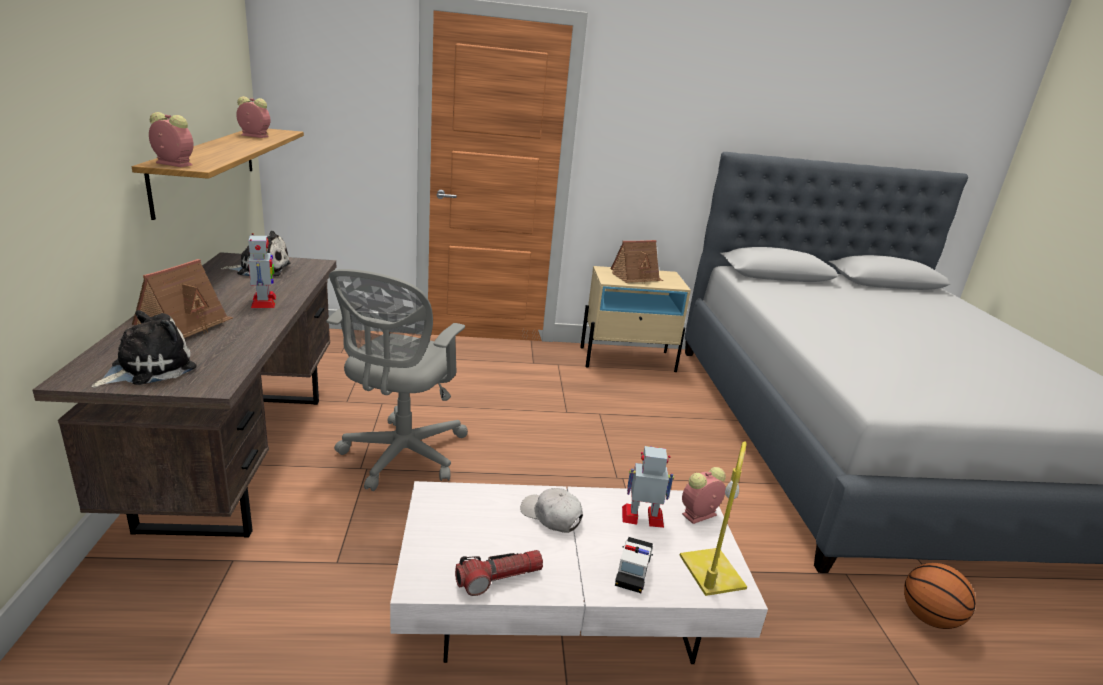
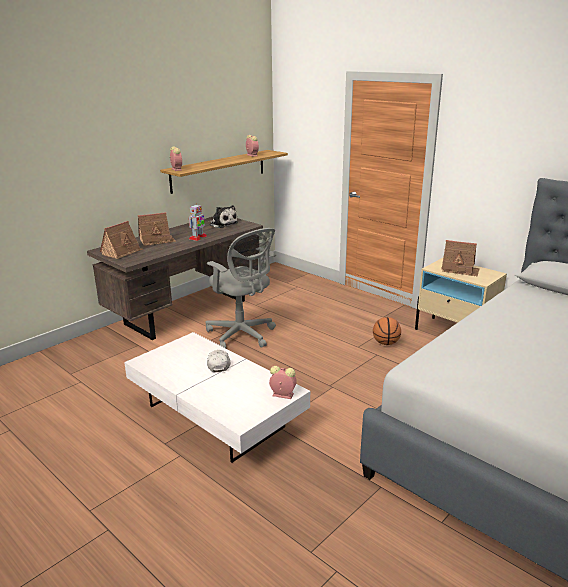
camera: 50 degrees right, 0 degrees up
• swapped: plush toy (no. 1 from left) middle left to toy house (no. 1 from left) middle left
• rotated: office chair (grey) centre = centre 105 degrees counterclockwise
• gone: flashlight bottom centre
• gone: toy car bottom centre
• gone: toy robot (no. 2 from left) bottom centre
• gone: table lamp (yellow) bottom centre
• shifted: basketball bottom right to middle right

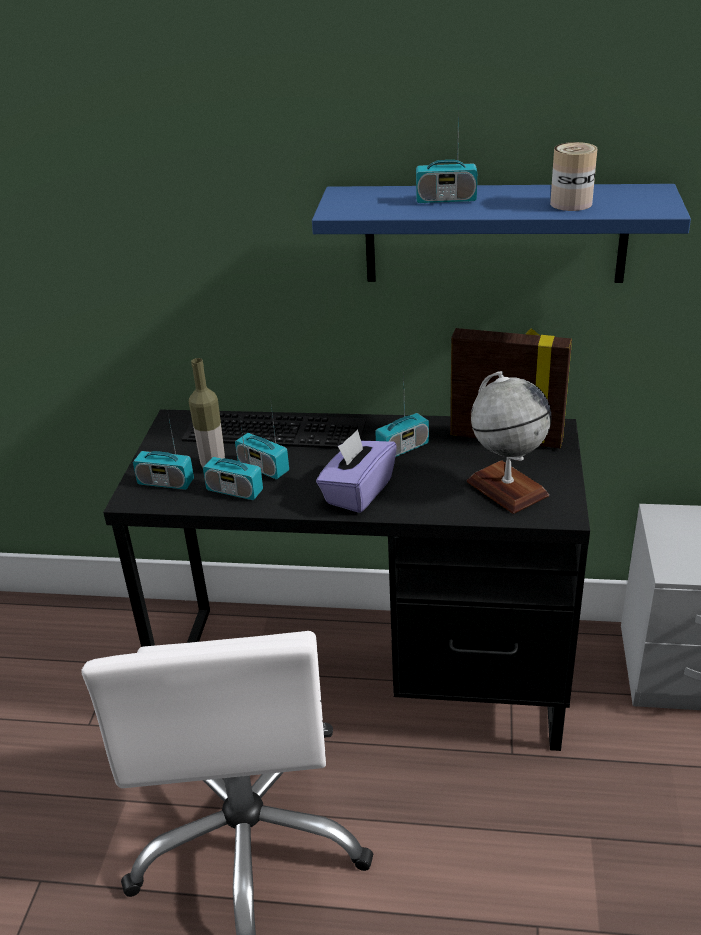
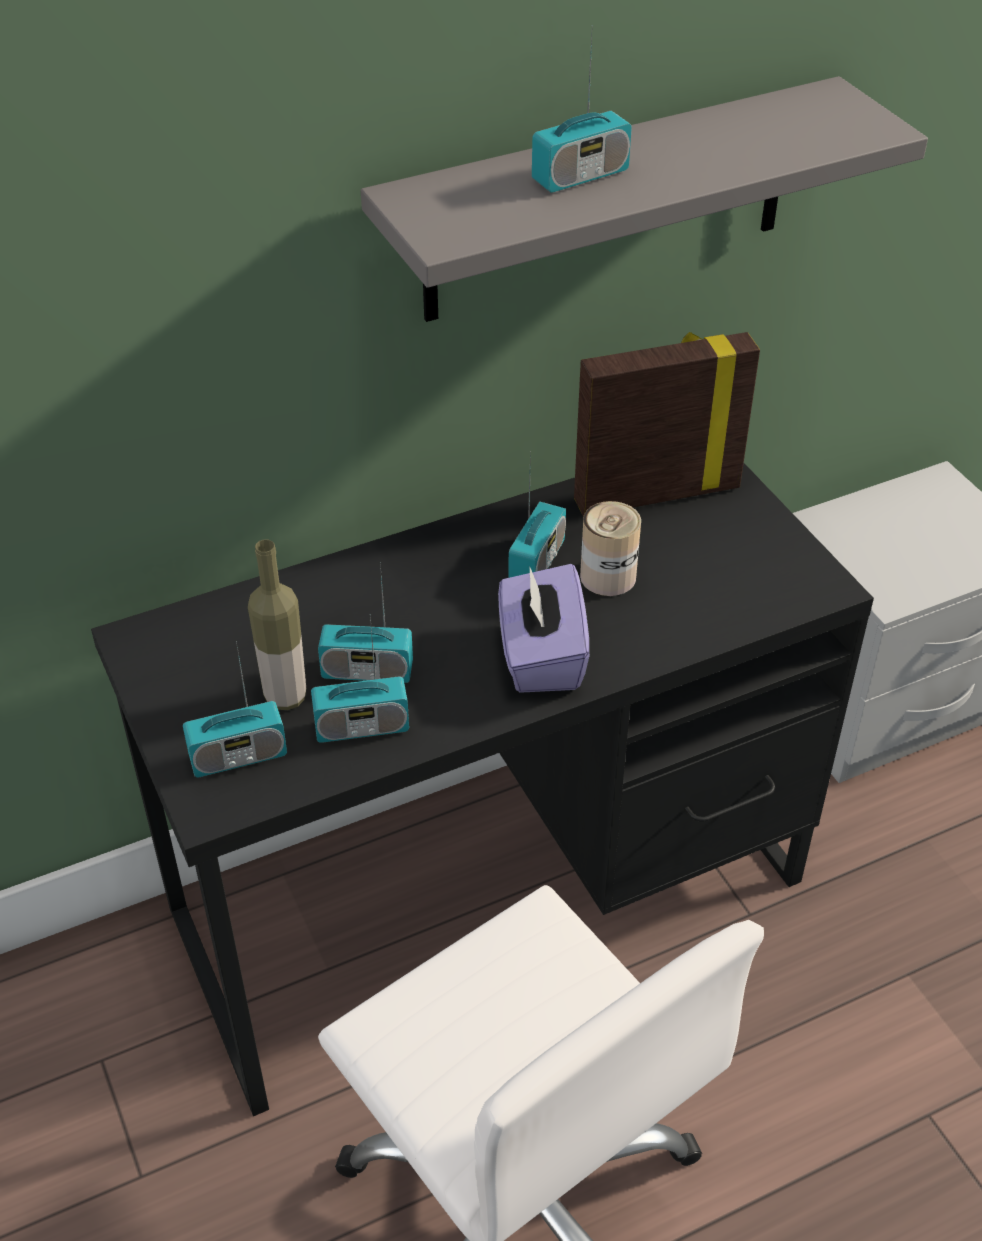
camera: 35 degrees left, 10 degrees up
• gone: keyboard centre
• repainted: shelf (blue) top right to shelf (grey) top centre
• gone: globe middle right
• shifted: can top right to centre

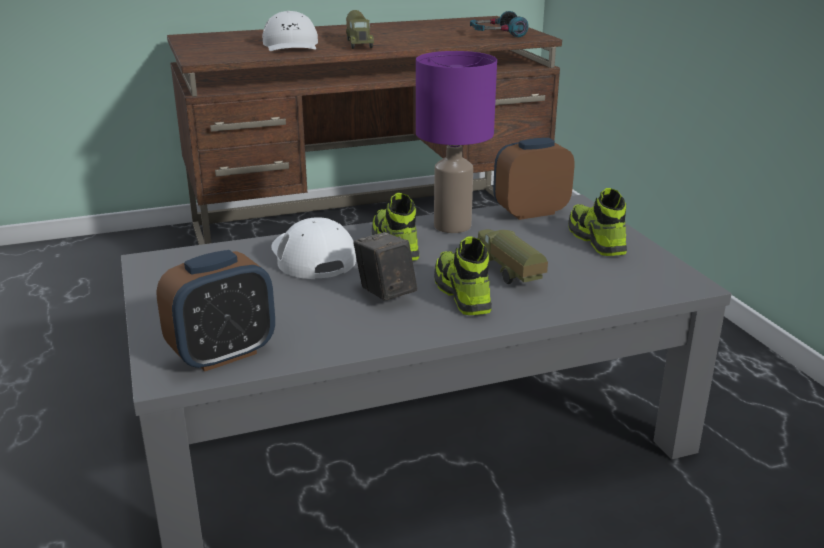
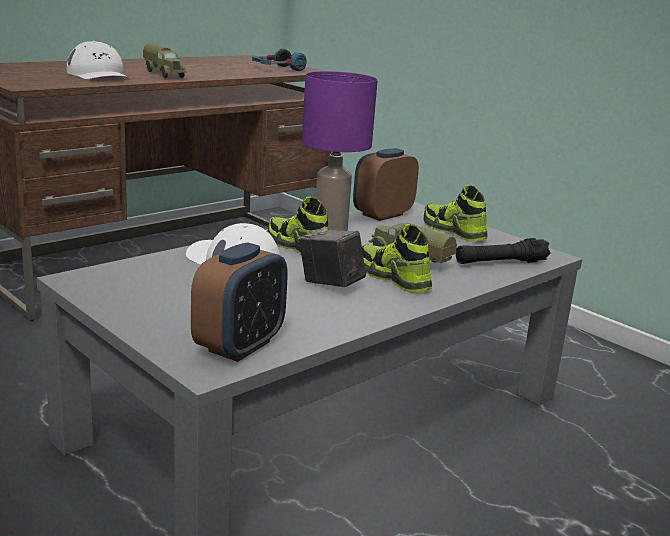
camera: 25 degrees left, 5 degrees down
• new: flashlight (black) middle right

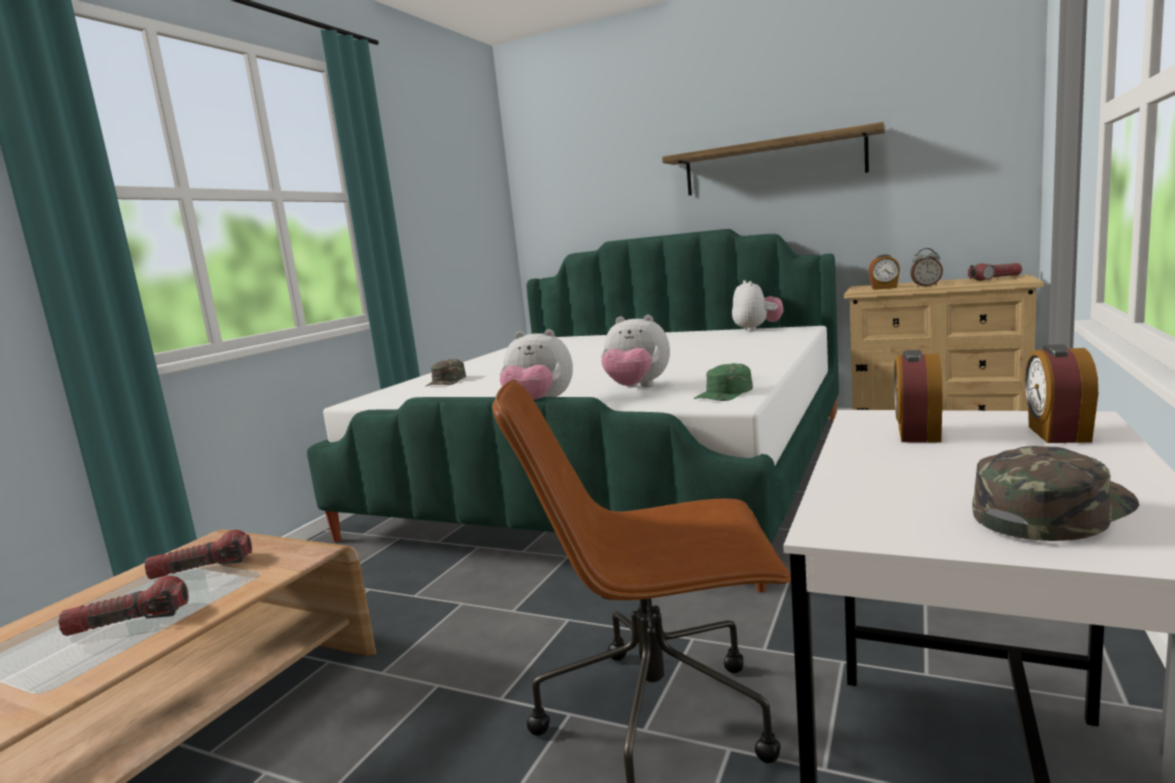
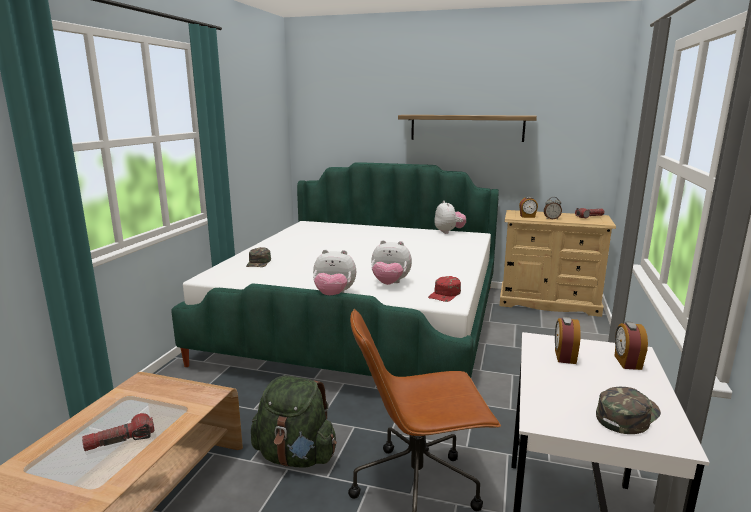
camera: 10 degrees left, 5 degrees up
• gone: flashlight (no. 2 from left) bottom left
• repainted: cap (green) (no. 2 from left) centre to cap (red) centre
• new: backpack (green) bottom centre

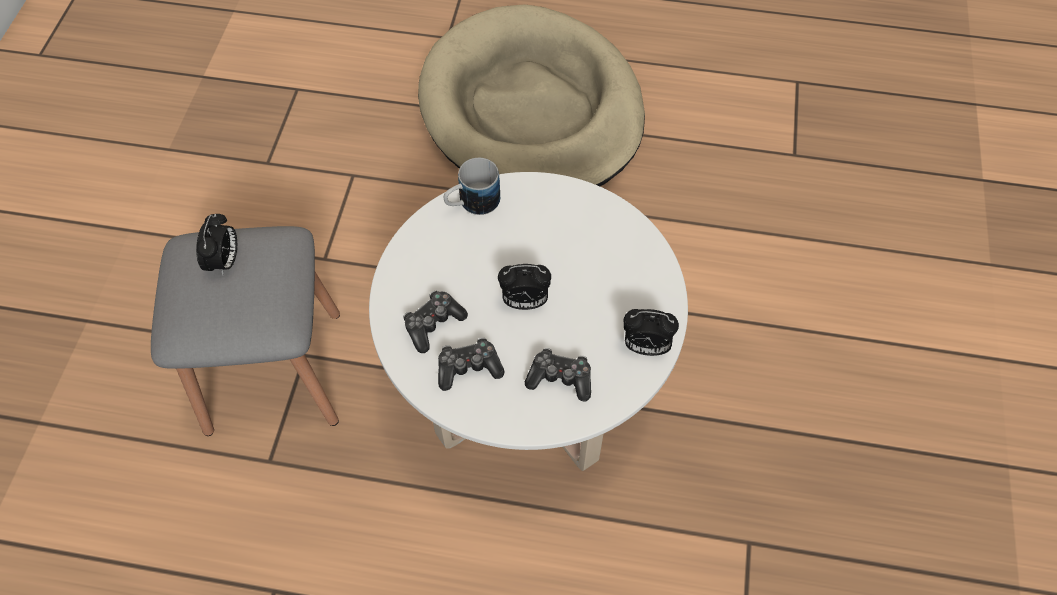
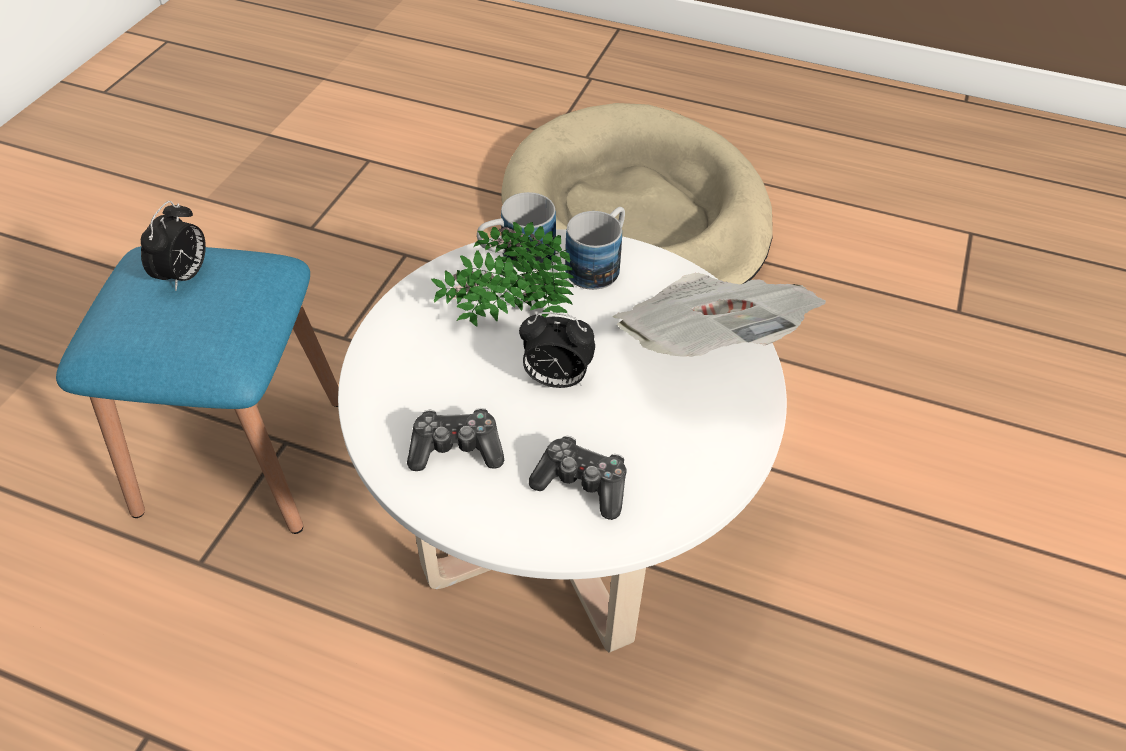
camera: 10 degrees right, 10 degrees down
• repainted: stool (grey) middle left to stool (blue) middle left
• gone: game controller (no. 1 from left) centre
• gone: alarm clock (no. 3 from left) centre
• new: potted plant centre
• new: mug (no. 2 from left) top centre
• new: newspaper centre

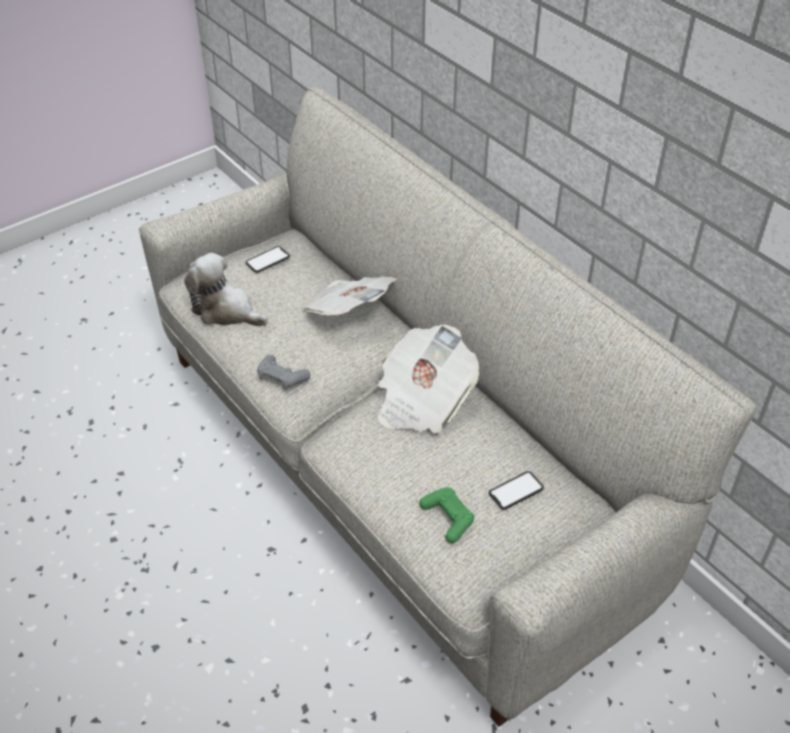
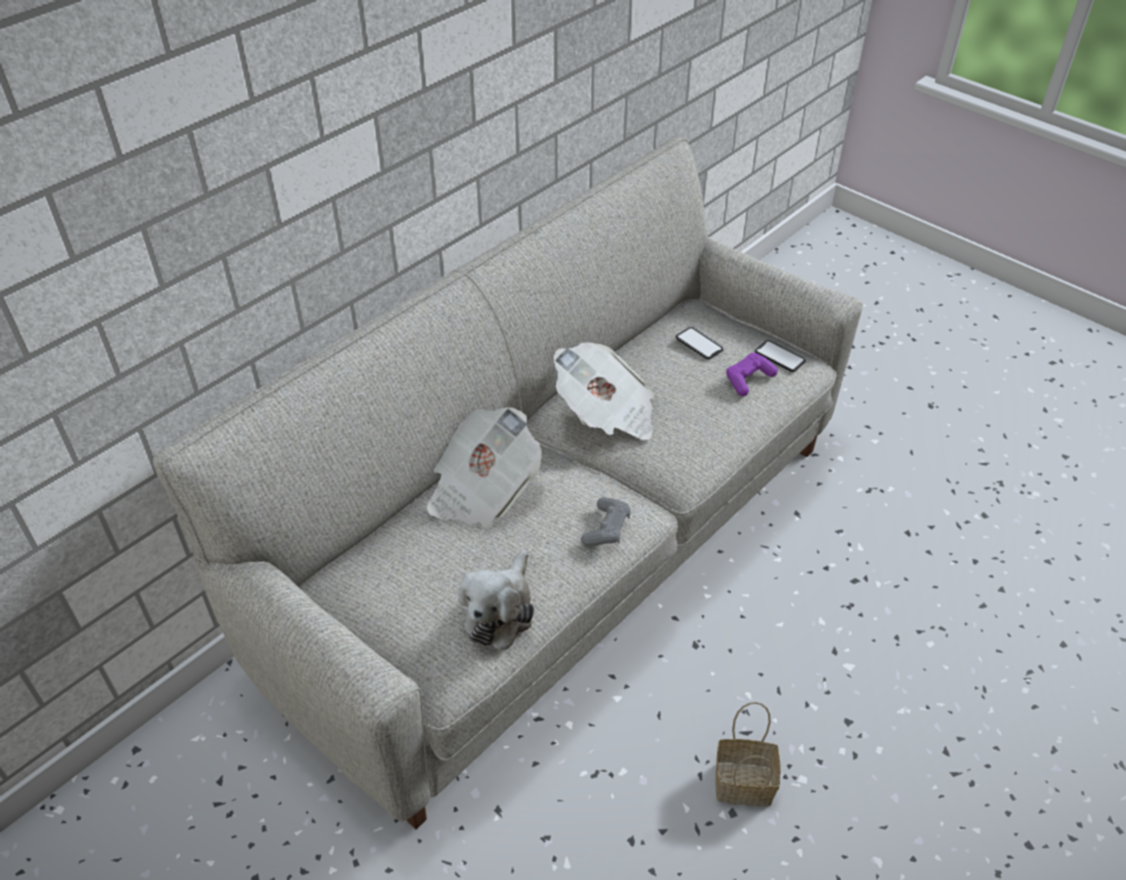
camera: 100 degrees left, 0 degrees up
• shifted: phone (no. 1 from left in the first image) centre to phone (no. 2 from left) middle right
• repainted: game controller (green) bottom centre to game controller (purple) middle right
• new: basket bottom centre

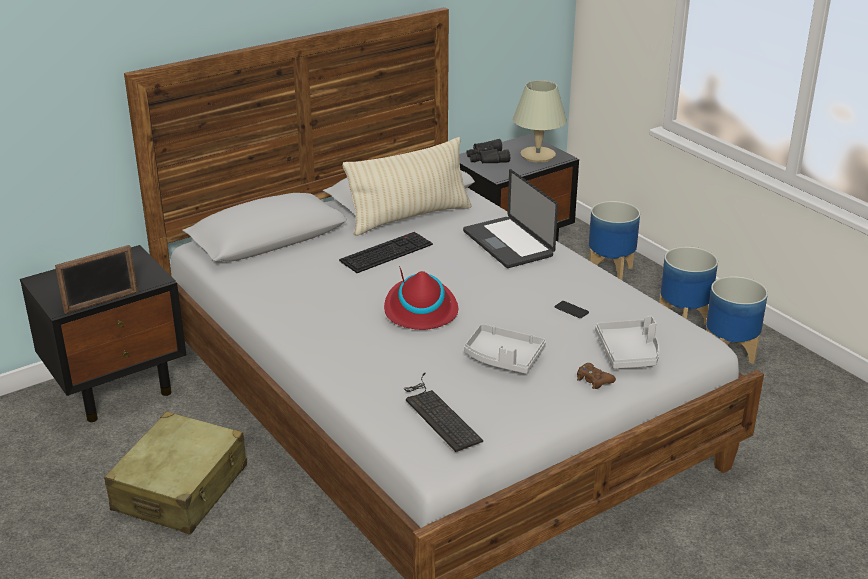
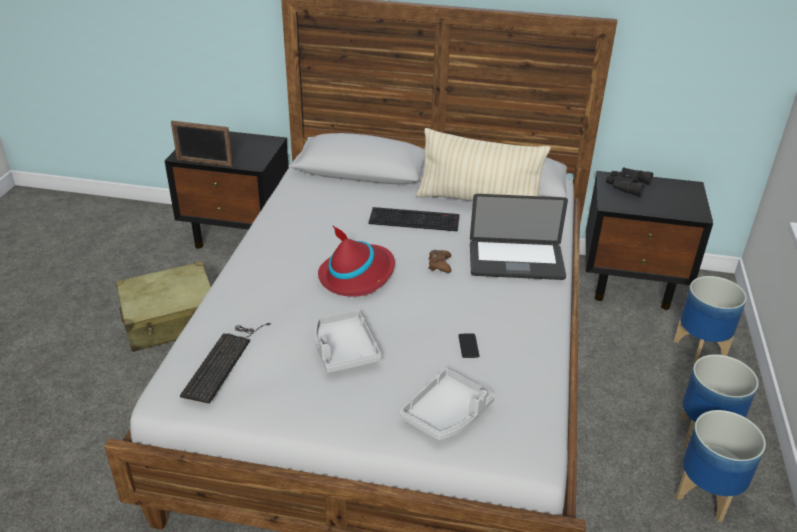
camera: 45 degrees right, 5 degrees up
• rotated: laptop centre = centre 105 degrees counterclockwise
• gone: table lamp (beige) top centre
• shifted: game controller (brown) middle right to centre

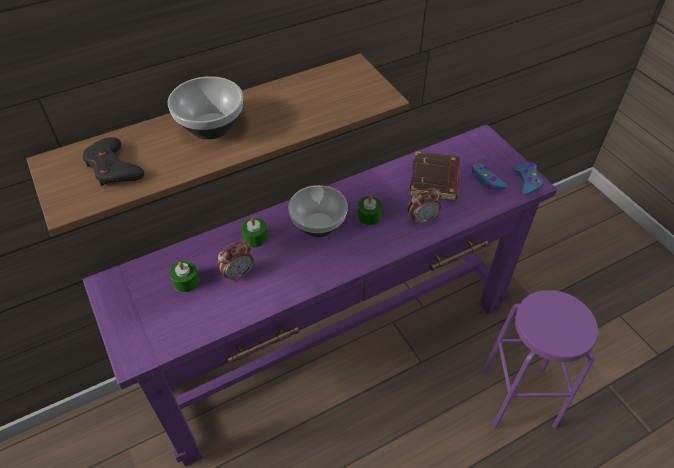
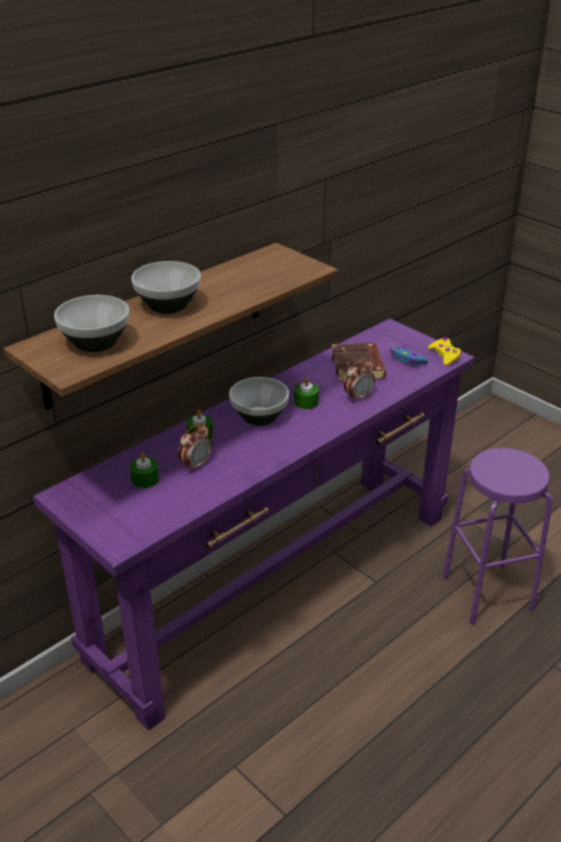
camera: 15 degrees left, 15 degrees down
• swapped: game controller (black) middle left to bowl (no. 1 from left) middle left
• repainted: game controller (blue) (no. 2 from left) middle right to game controller (yellow) middle right

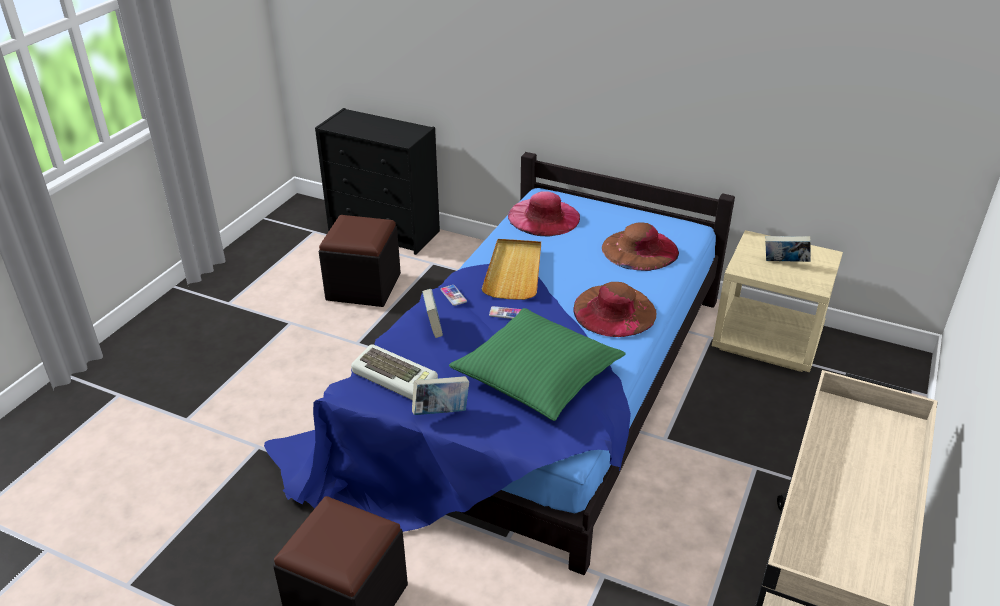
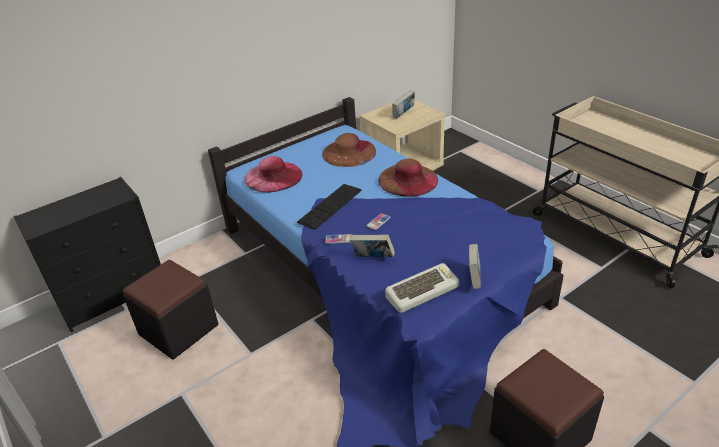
camera: 60 degrees left, 0 degrees up
• gone: pillow (green) centre
• swapped: tray (beige) centre to keyboard (no. 1 from left) centre

